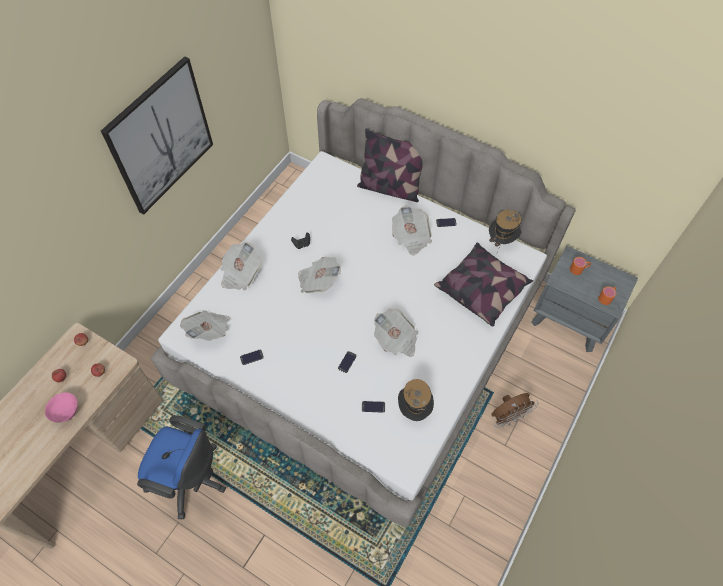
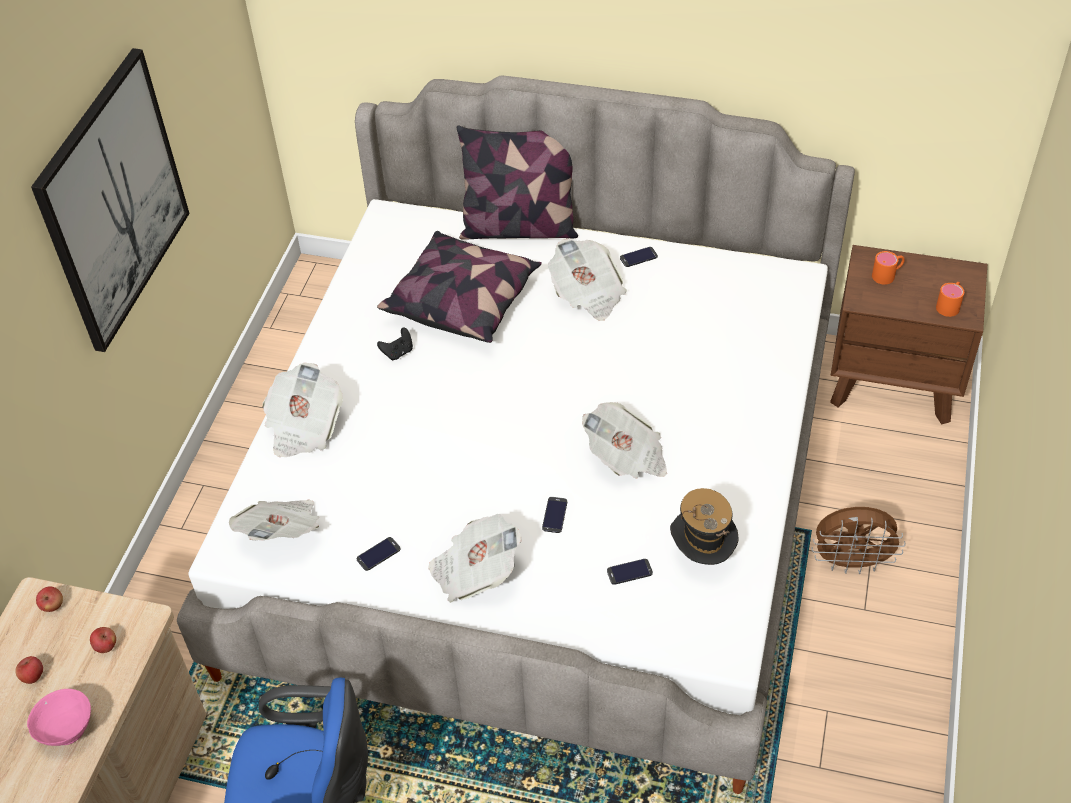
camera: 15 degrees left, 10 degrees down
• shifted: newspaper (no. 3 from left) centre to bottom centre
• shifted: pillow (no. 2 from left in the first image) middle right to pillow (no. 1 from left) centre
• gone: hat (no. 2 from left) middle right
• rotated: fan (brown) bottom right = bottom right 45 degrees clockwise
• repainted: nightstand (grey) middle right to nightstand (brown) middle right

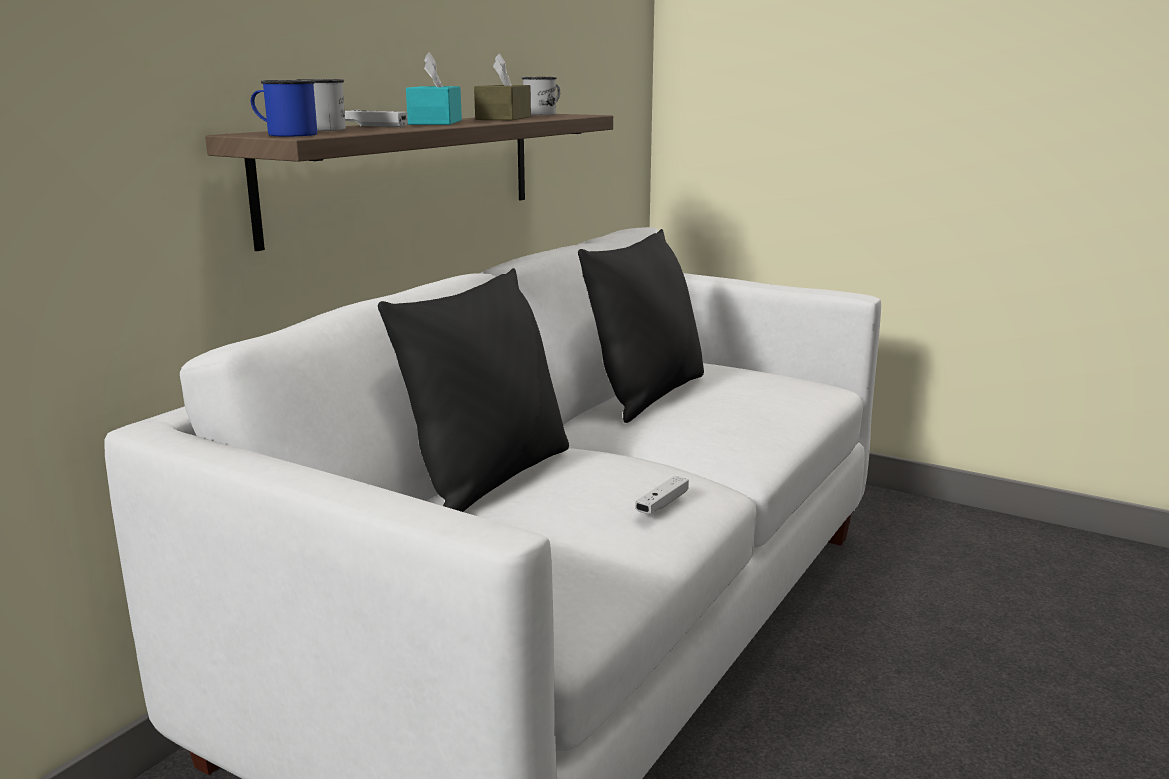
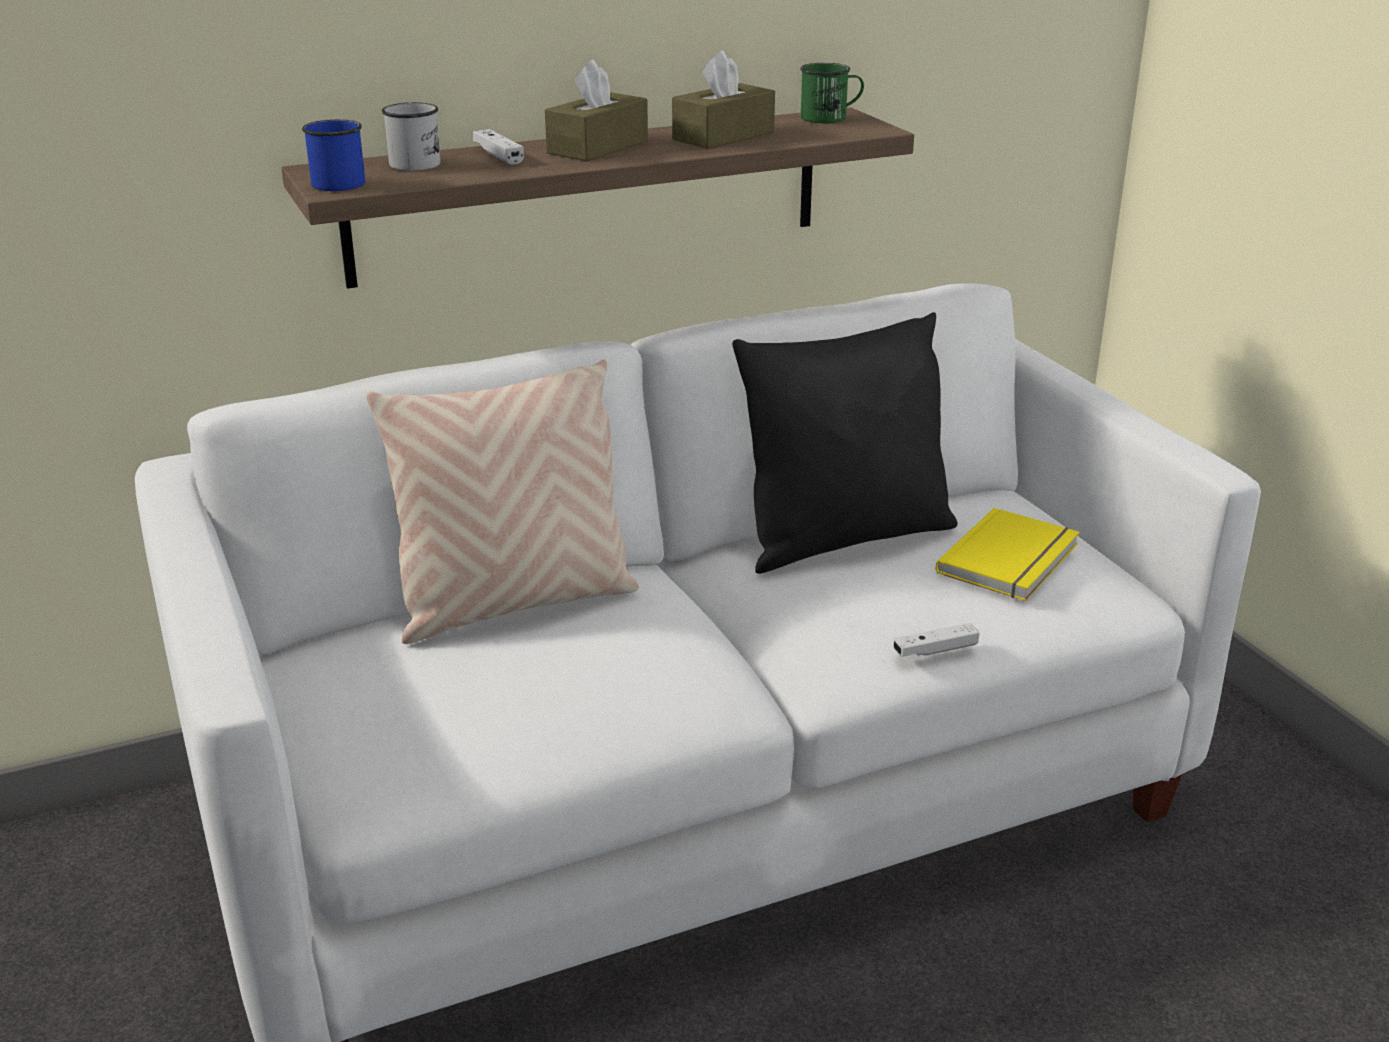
camera: 35 degrees right, 10 degrees up
• repainted: pillow (black) (no. 1 from left) centre to pillow (beige) centre
• repainted: tissue box (turquoise) top centre to tissue box (brown) (no. 1 from left) top centre
• repainted: mug (white) (no. 2 from left) top centre to mug (green) top centre
• shifted: game controller (white) (no. 2 from left) centre to middle right
• new: book (yellow) middle right

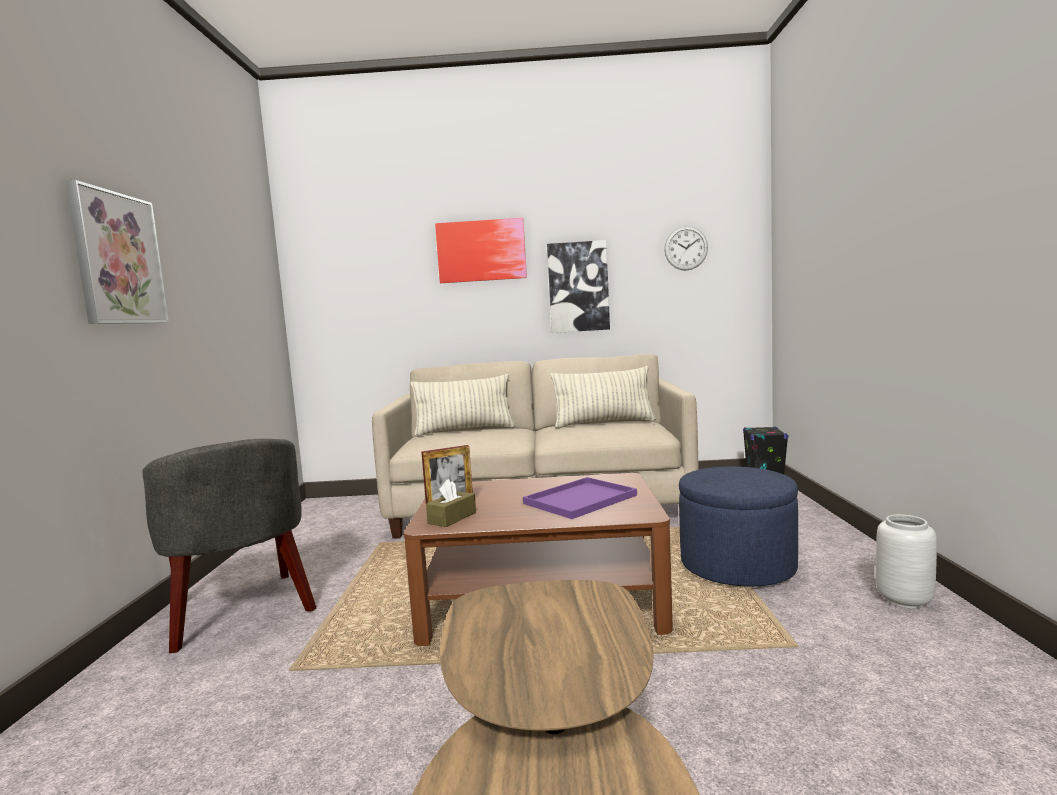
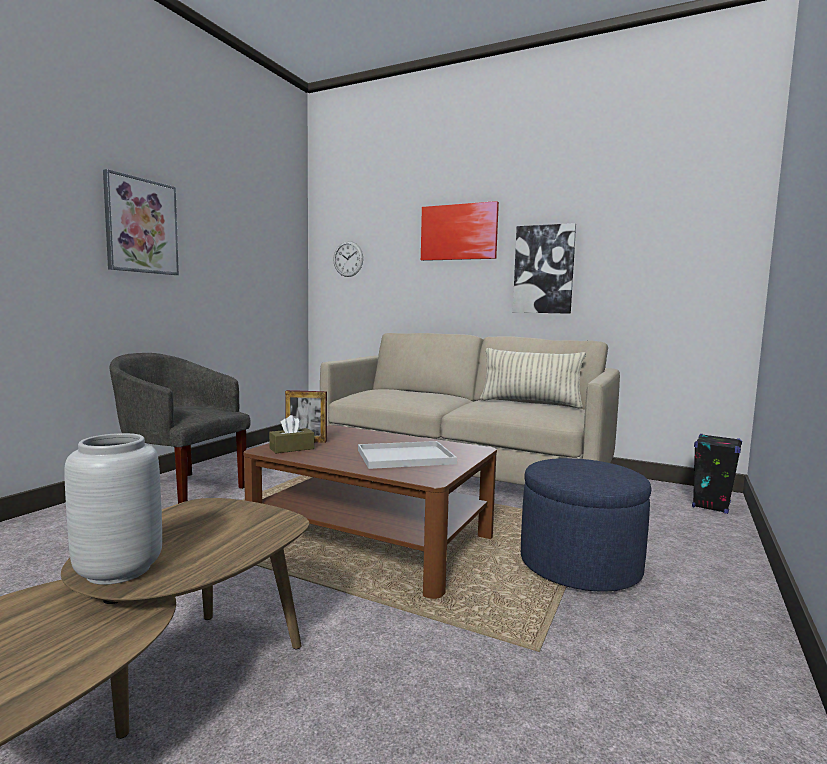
camera: 25 degrees right, 0 degrees up
• rotated: armchair (grey) bottom left = middle left 120 degrees clockwise
• gone: pillow (no. 1 from left) centre
• repainted: tray (purple) centre to tray (white) centre
• shifted: wall clock top centre to centre
• shifted: vase (grey) bottom right to middle left

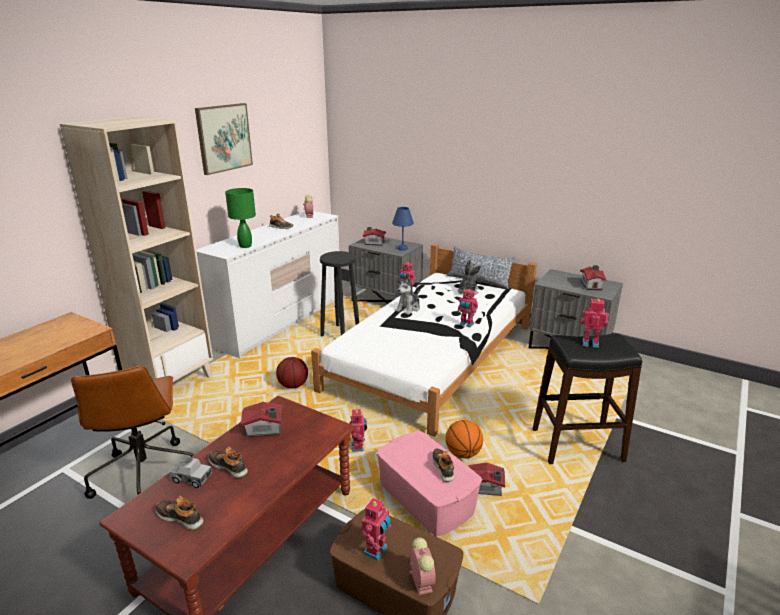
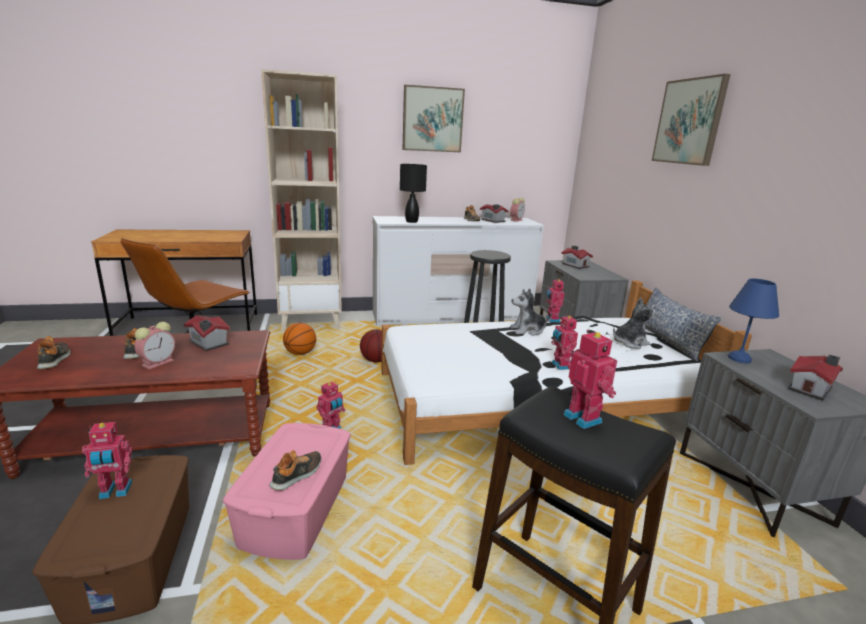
camera: 45 degrees right, 5 degrees down
• gone: toy truck bottom left
• repainted: table lamp (green) middle left to table lamp (black) top centre
• shifted: table lamp (blue) centre to middle right
• shifted: alarm clock (no. 2 from left in the first image) bottom centre to alarm clock (no. 1 from left) middle left
• shifted: basketball (no. 2 from left in the first image) bottom centre to basketball (no. 1 from left) centre
• shifted: toy house (no. 3 from left in the first image) bottom centre to toy house (no. 2 from left) centre
• new: picture (no. 2 from left) top right

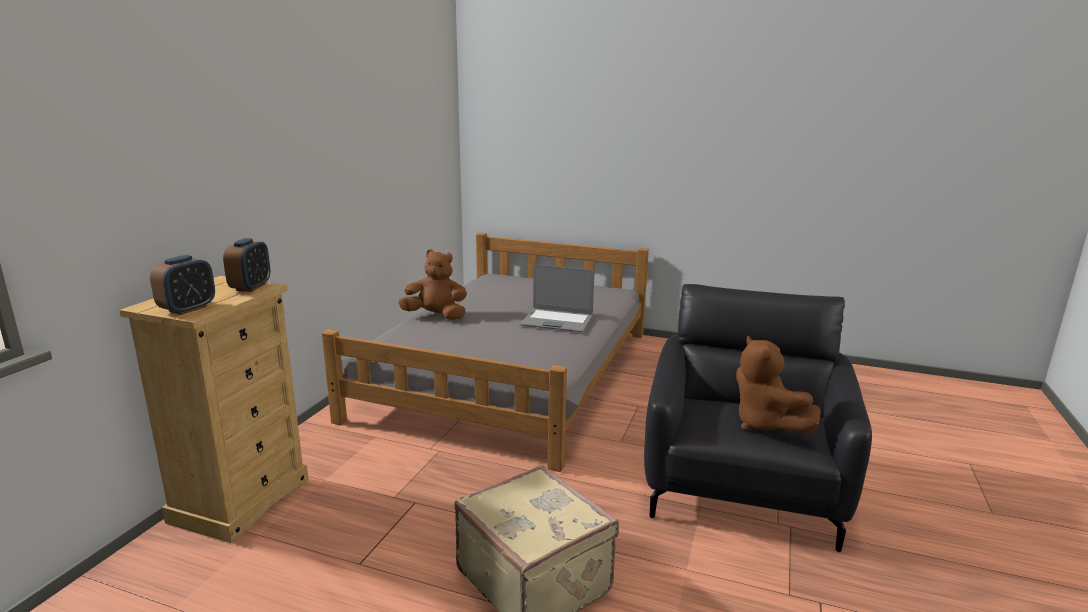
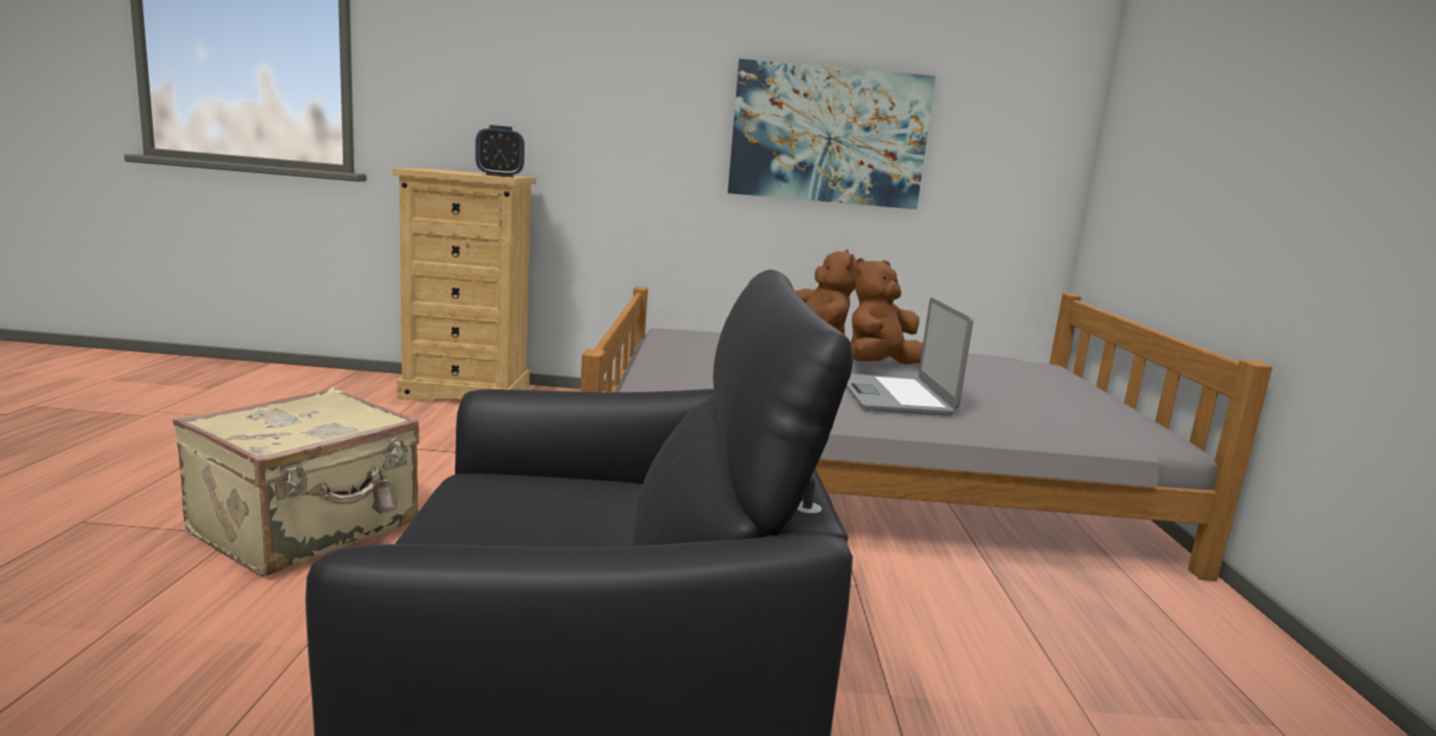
camera: 70 degrees right, 5 degrees down
• gone: alarm clock (no. 1 from left) middle left
• shifted: plush toy (brown) (no. 2 from left) middle right to centre
• new: picture top centre

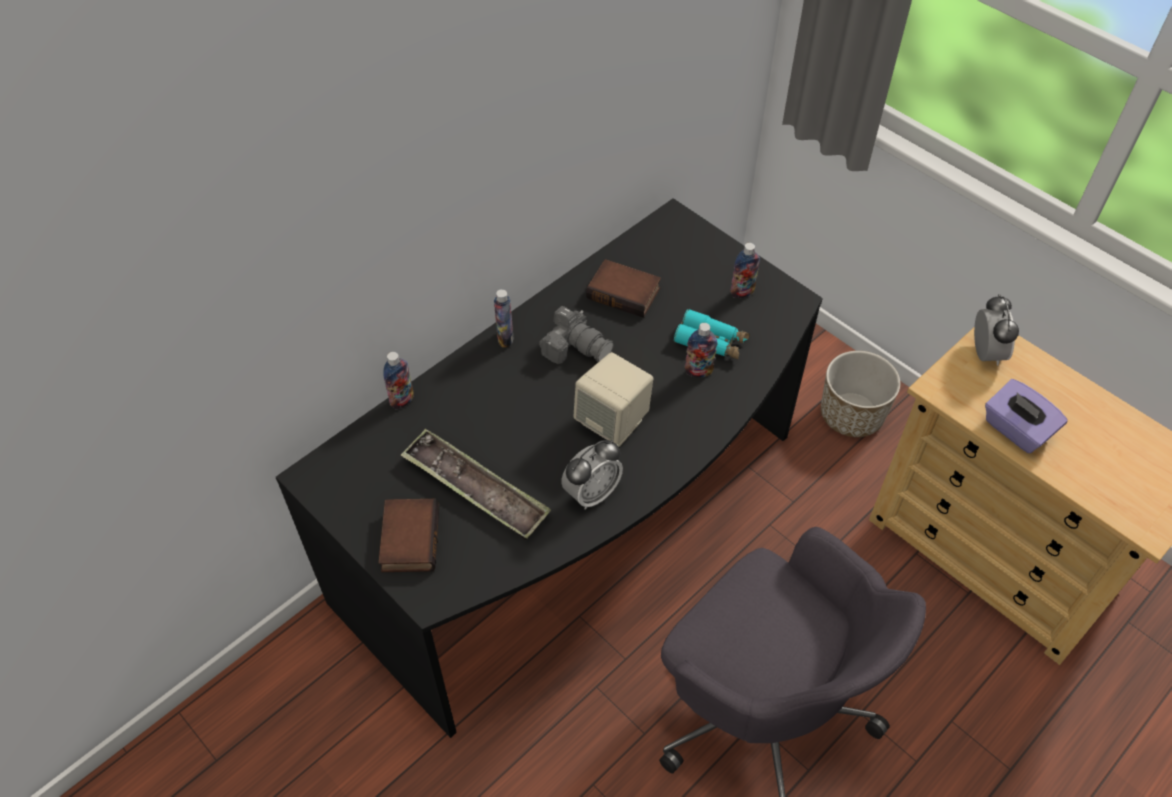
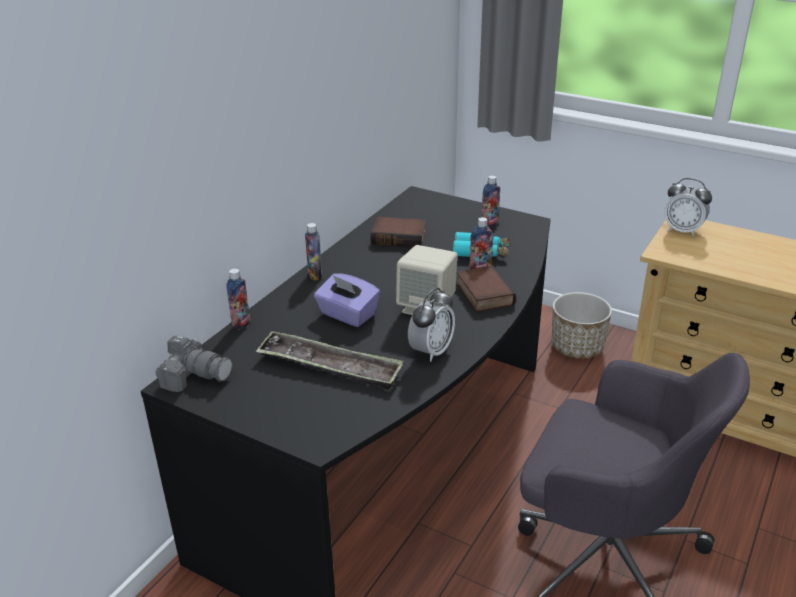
camera: 15 degrees left, 20 degrees down
• shifted: book (no. 1 from left in the first image) bottom centre to book (no. 2 from left) centre
• shifted: photo camera centre to middle left
• rotated: alarm clock (no. 2 from left) middle right = middle right 135 degrees clockwise
• shifted: tissue box (purple) middle right to centre

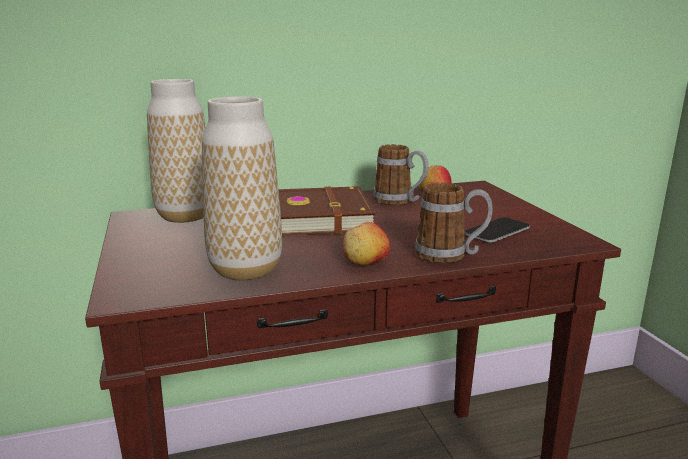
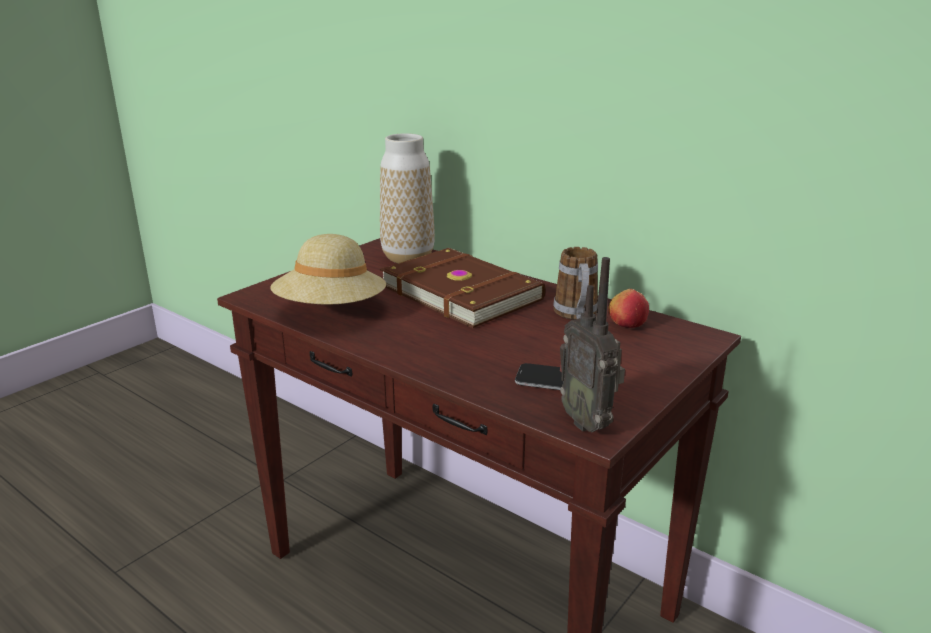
camera: 55 degrees right, 5 degrees up
• swapped: vase (no. 2 from left) centre to hat (beige) centre
• gone: apple (no. 1 from left) centre
• gone: mug (no. 2 from left) centre
• new: radio centre

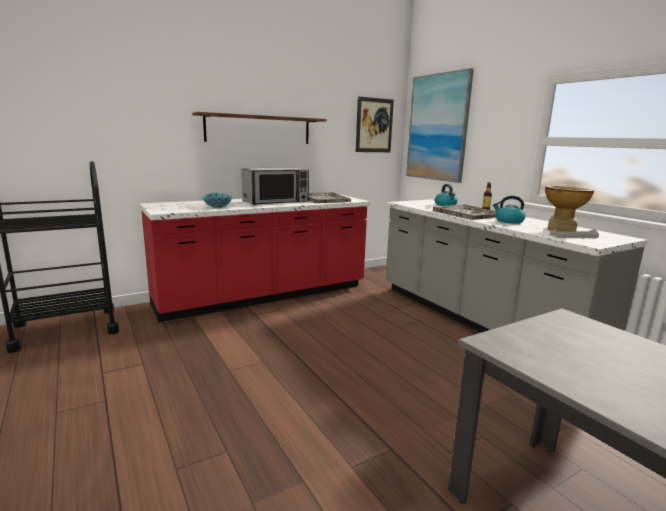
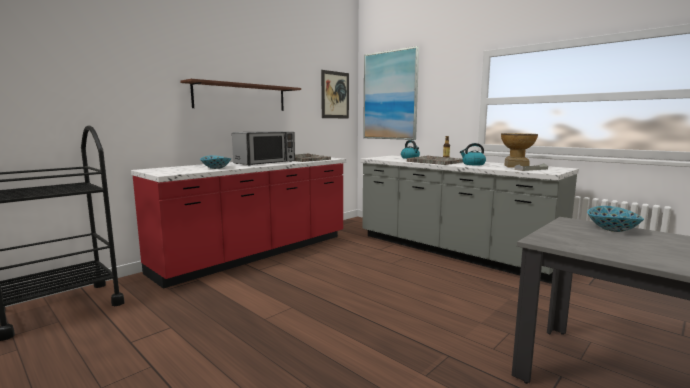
camera: 15 degrees left, 5 degrees down
• new: bowl (no. 2 from left) middle right

